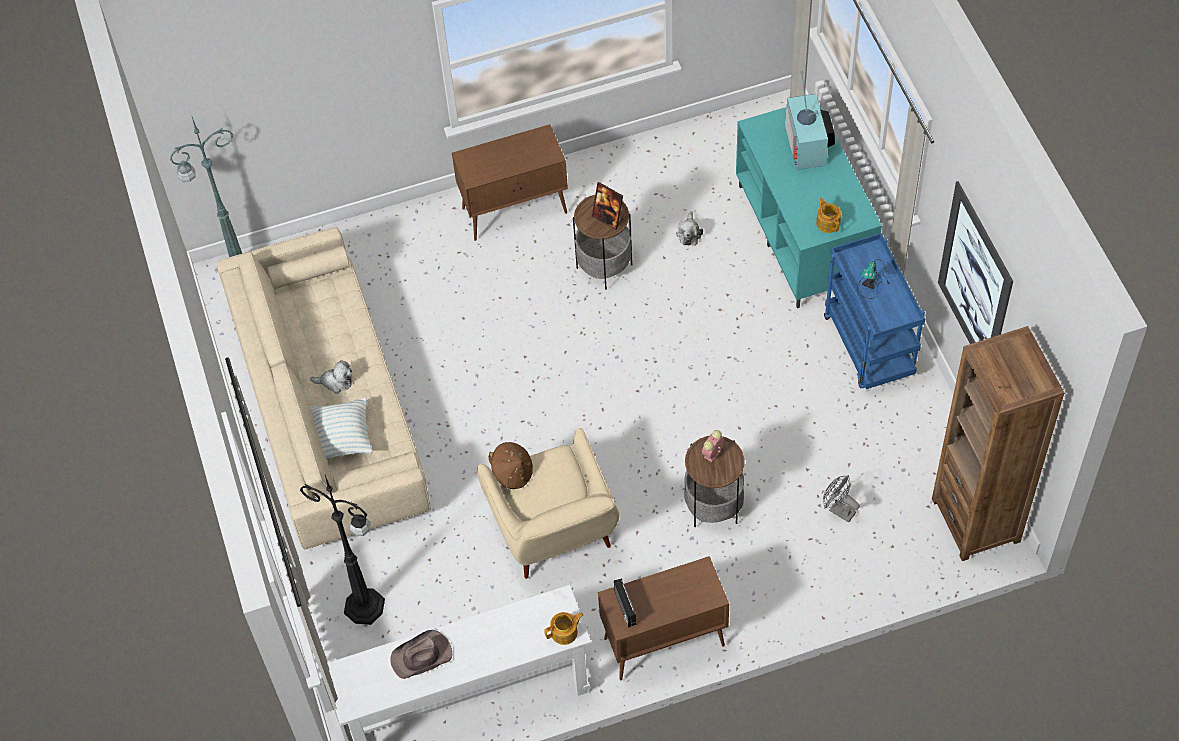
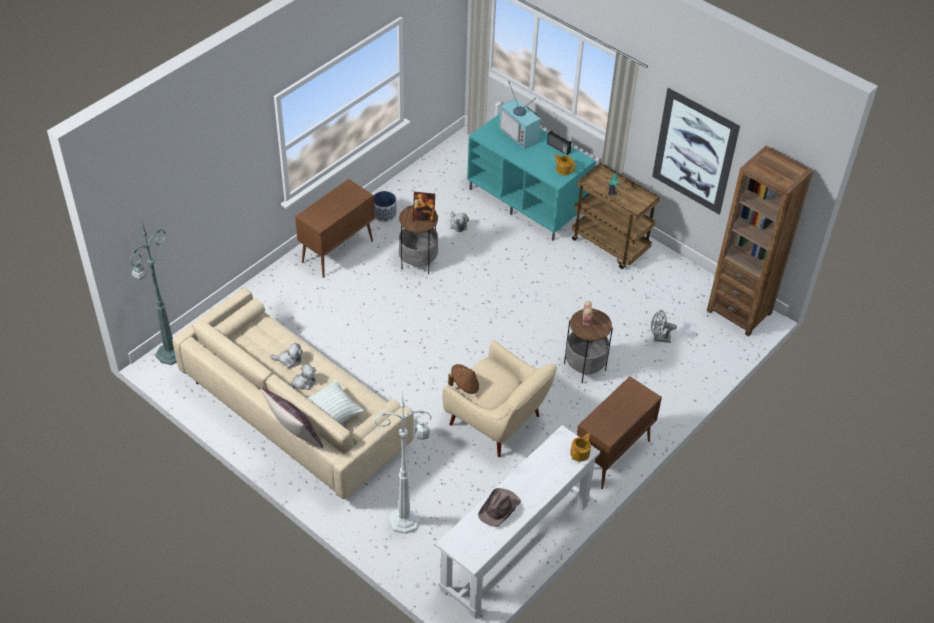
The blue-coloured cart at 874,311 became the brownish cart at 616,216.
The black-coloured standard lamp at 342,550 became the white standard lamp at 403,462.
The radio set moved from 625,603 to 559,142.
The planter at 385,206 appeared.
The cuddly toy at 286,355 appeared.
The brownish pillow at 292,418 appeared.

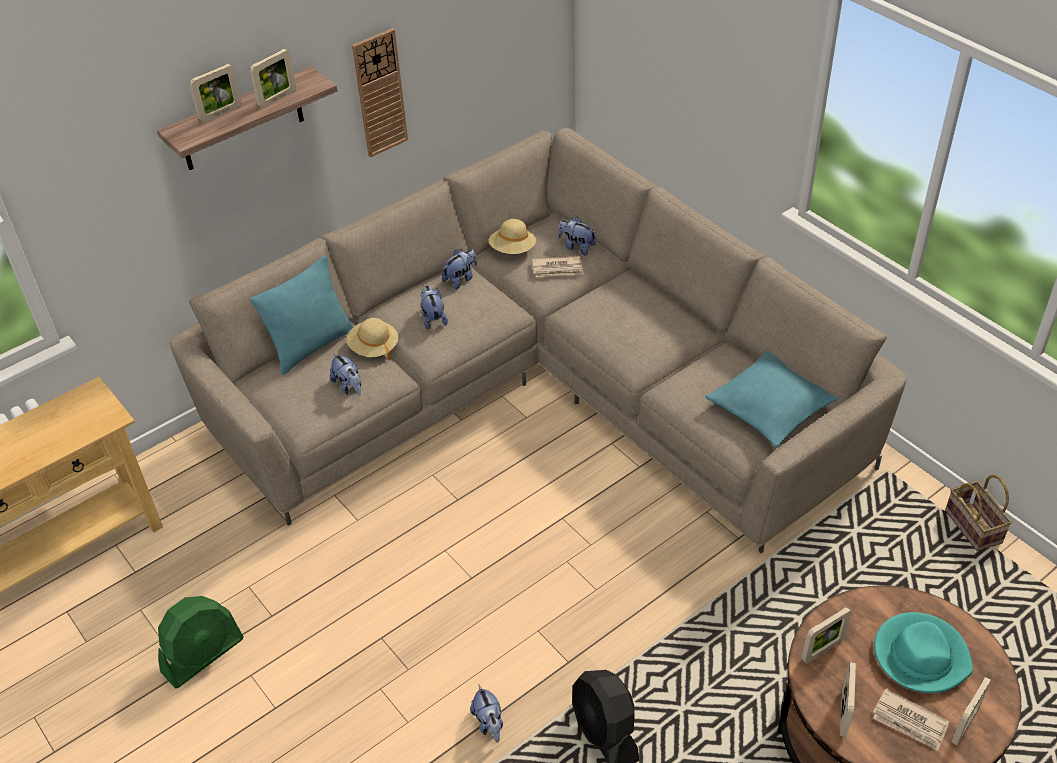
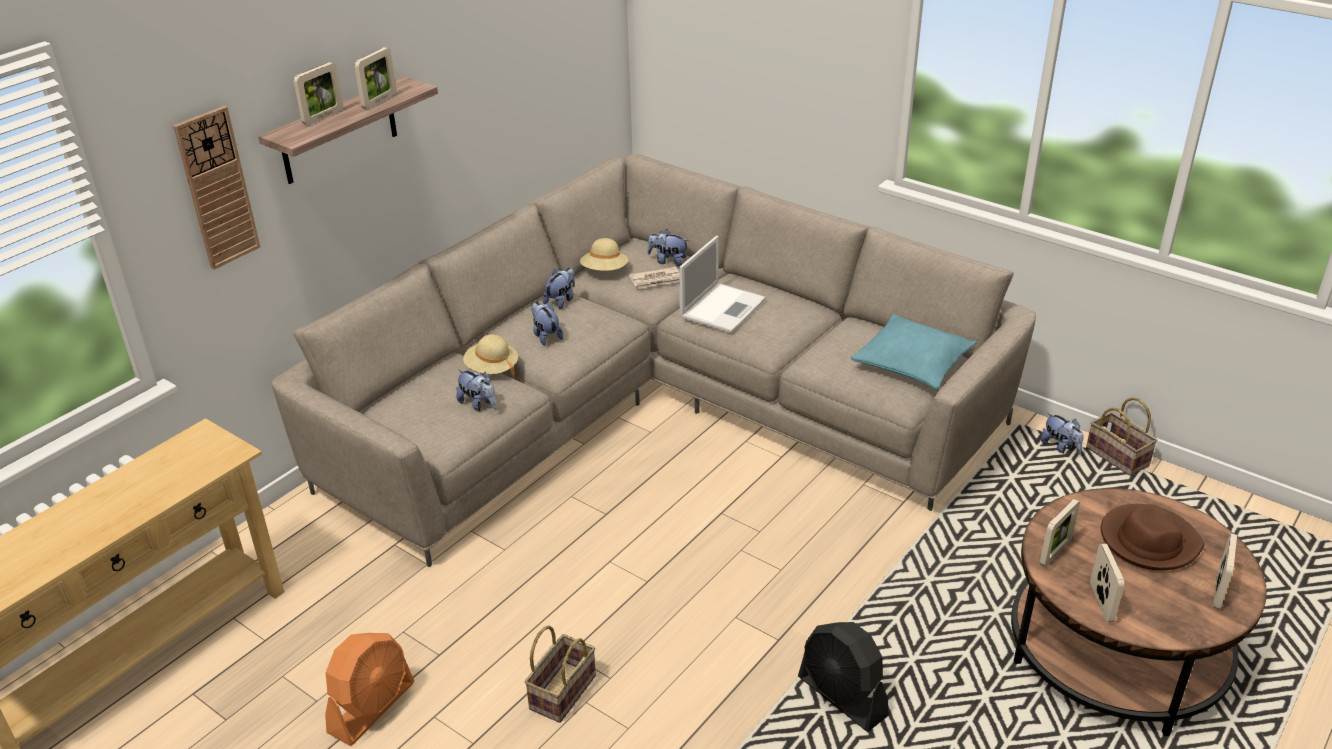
The hanging clock moved from 380,93 to 216,188.
The turquoise pillow at 301,315 disappeared.
The green electric fan at 201,642 became the orange electric fan at 369,689.
The turquoise hat at 923,652 became the brownish hat at 1153,537.
The cuddly toy moved from 486,714 to 1062,433.
The daily paper at 911,719 disappeared.
The notebook computer at 722,284 appeared.
The household basket at 560,674 appeared.

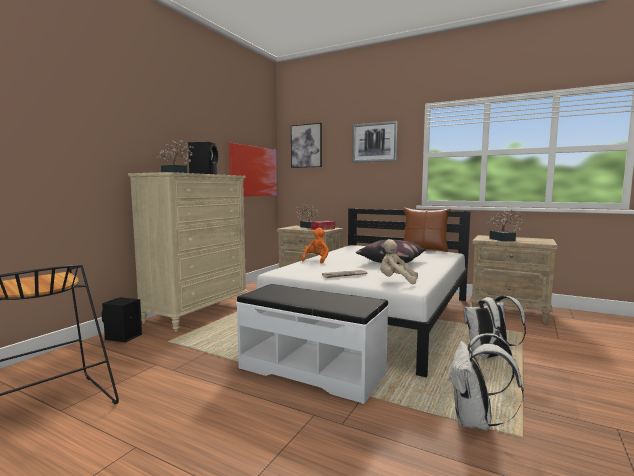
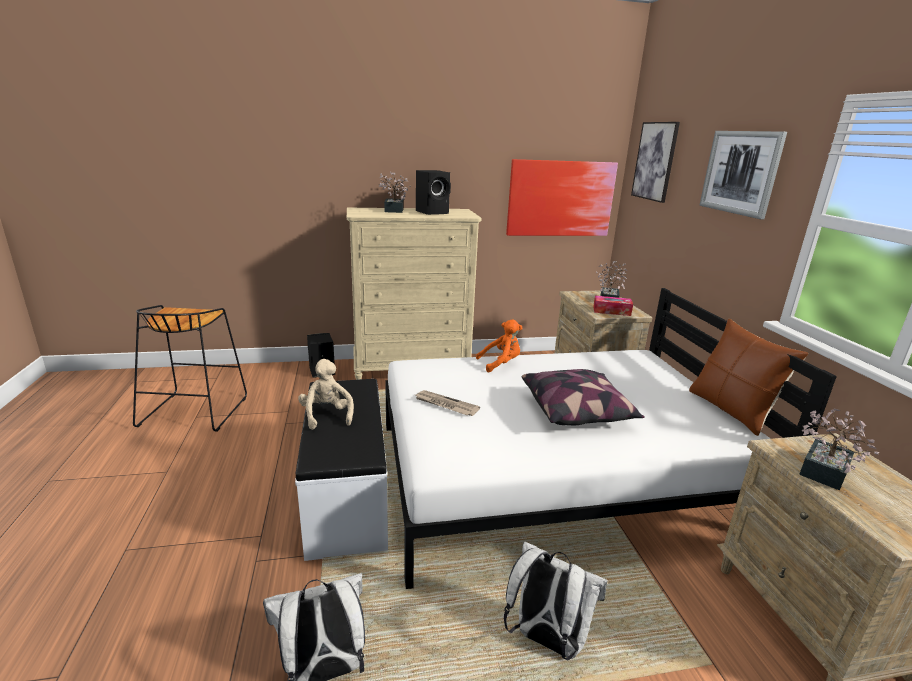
The beige cuddly toy moved from 399,261 to 326,394.

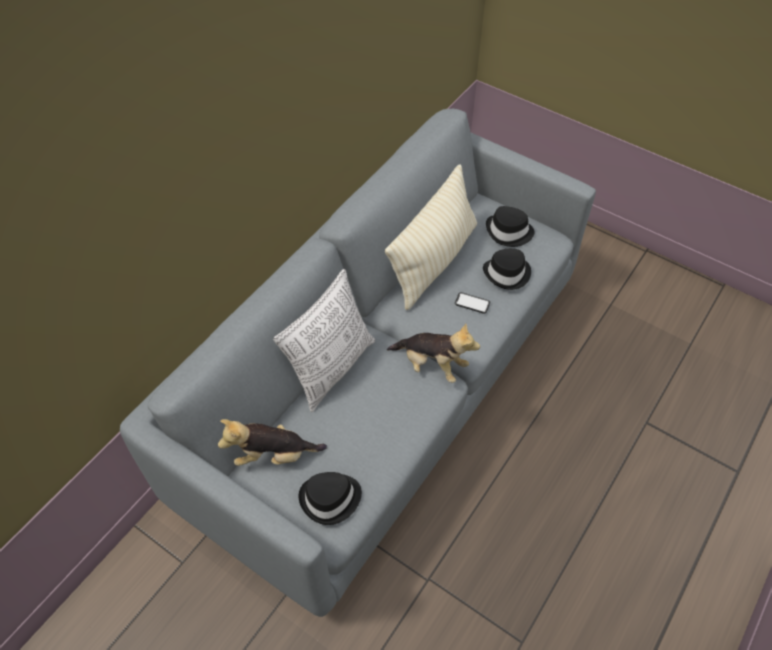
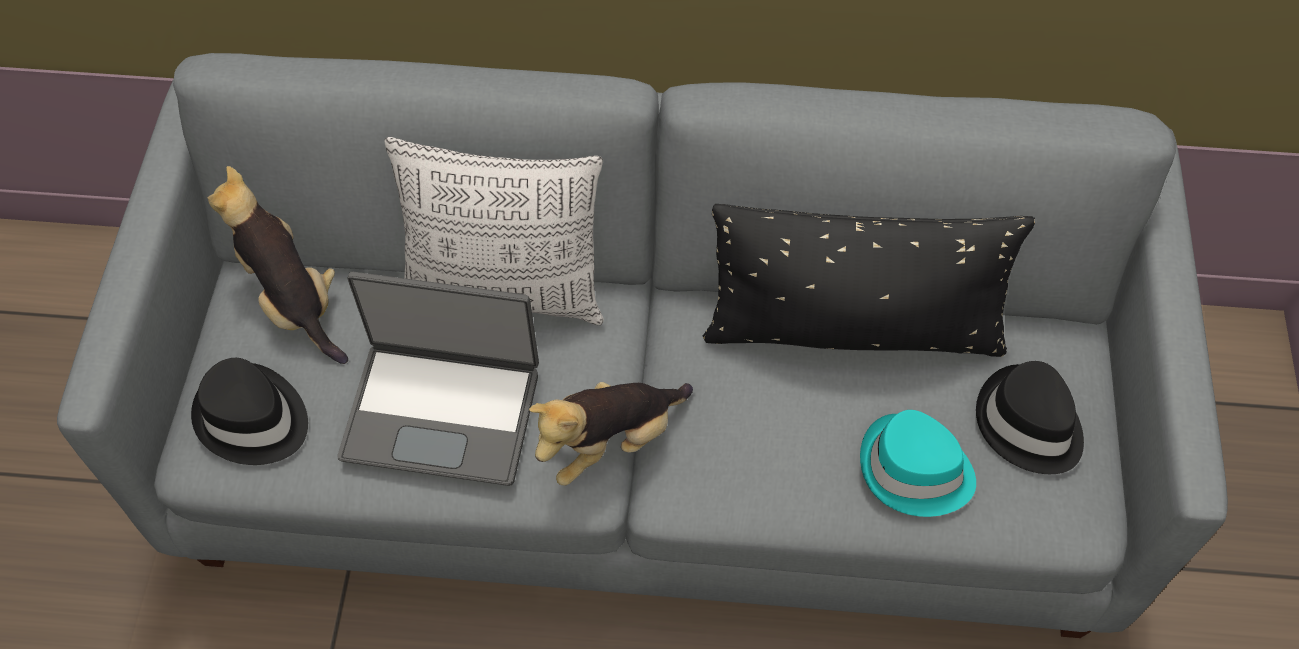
The beige pillow at 431,237 became the black-coloured pillow at 869,280.
The black-coloured hat at 507,269 became the turquoise hat at 918,463.
The handset at 472,303 disappeared.
The cuddly toy at 433,353 turned 60 degrees clockwise.
The notebook computer at 438,379 appeared.

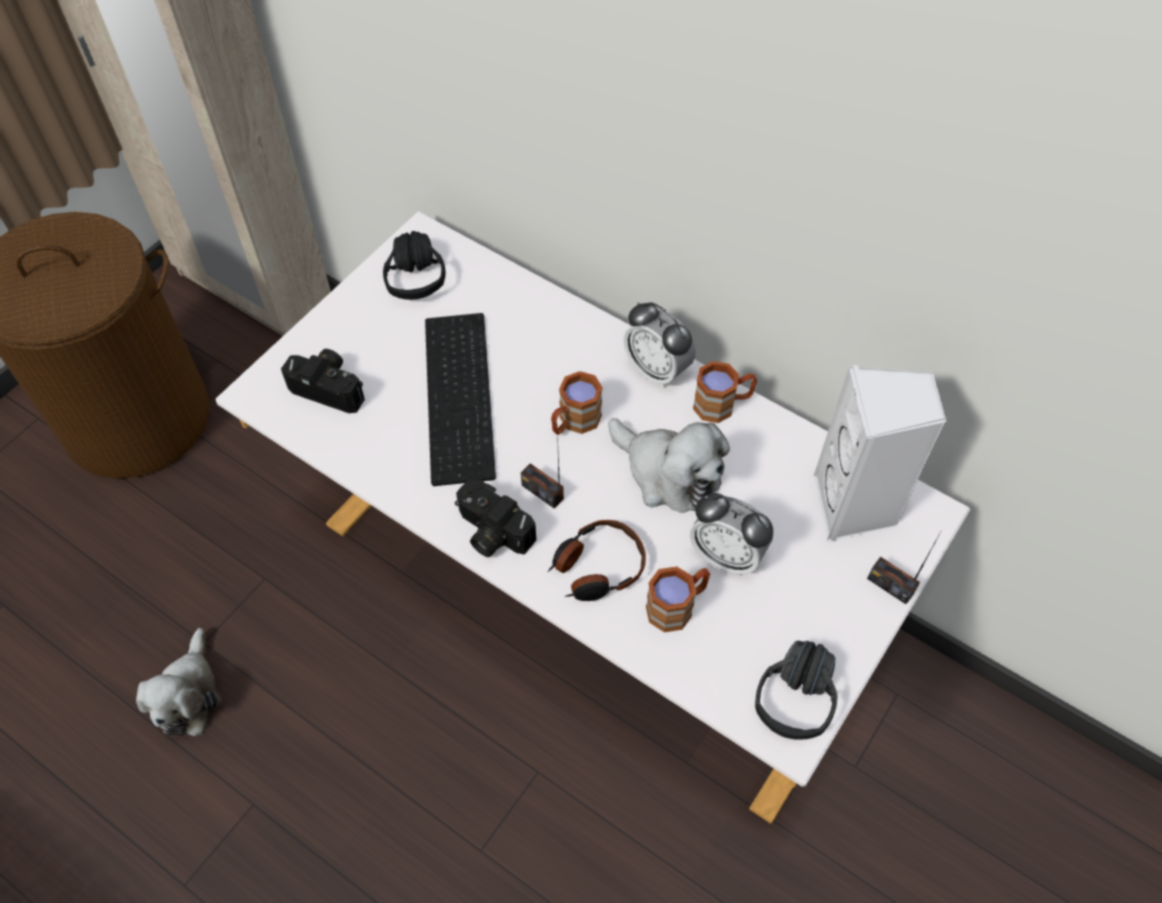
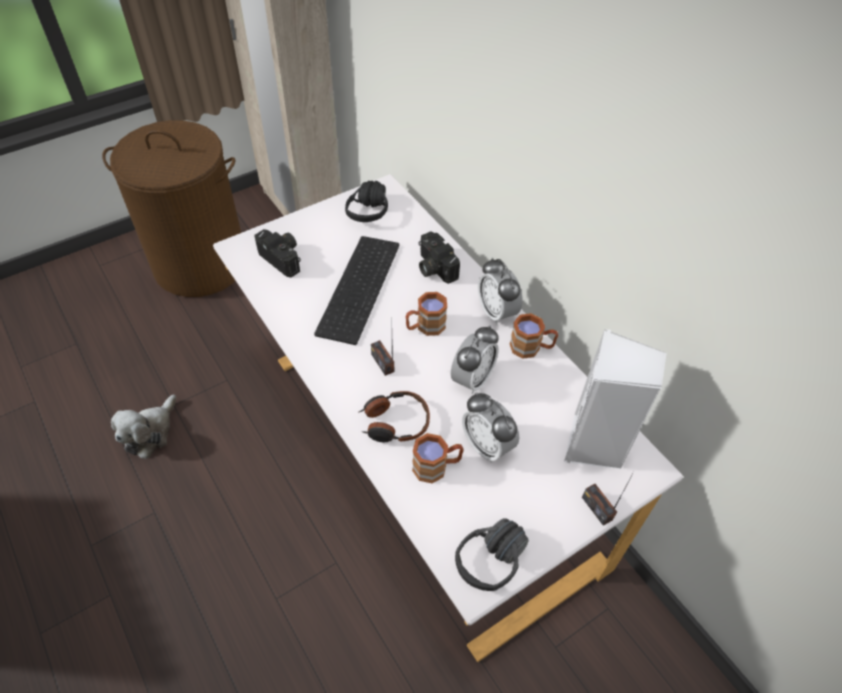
The cuddly toy at 669,465 was replaced by the table clock at 475,360.
The still camera moved from 495,518 to 439,257.

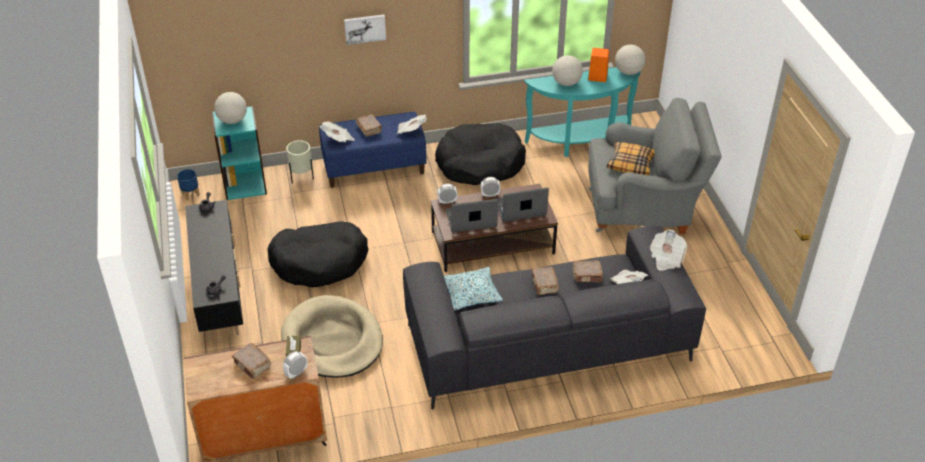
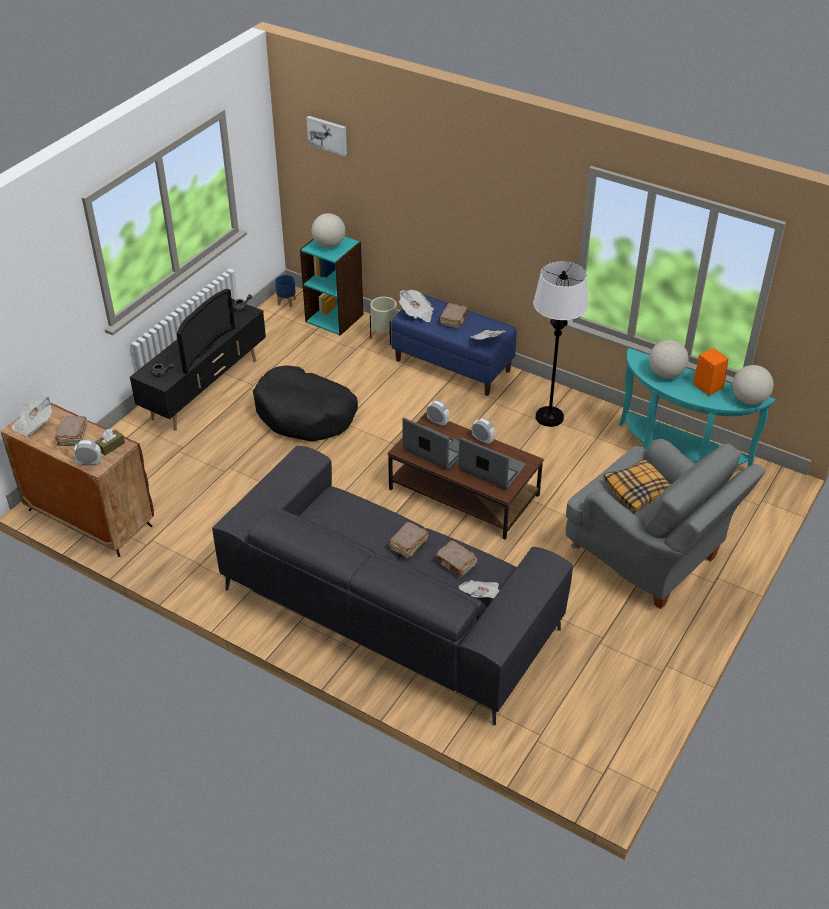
The wall picture moved from 365,29 to 326,136.
The black-coloured dog bed at 480,154 was replaced by the white standard lamp at 560,344.
The daily paper moved from 668,250 to 32,416.
The pillow at 473,289 disappeared.
The beige dog bed at 332,336 disappeared.
The TV at 206,331 appeared.

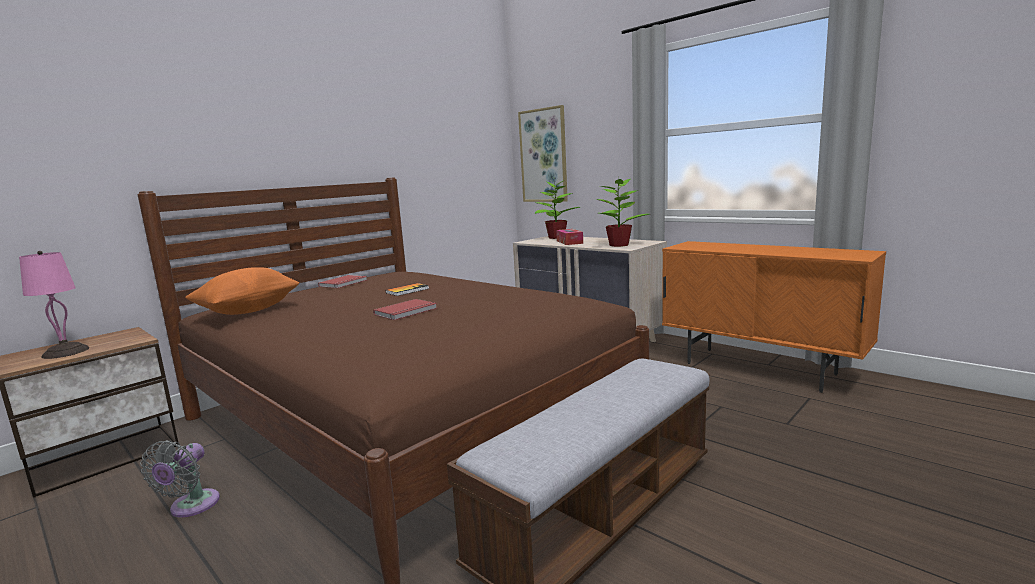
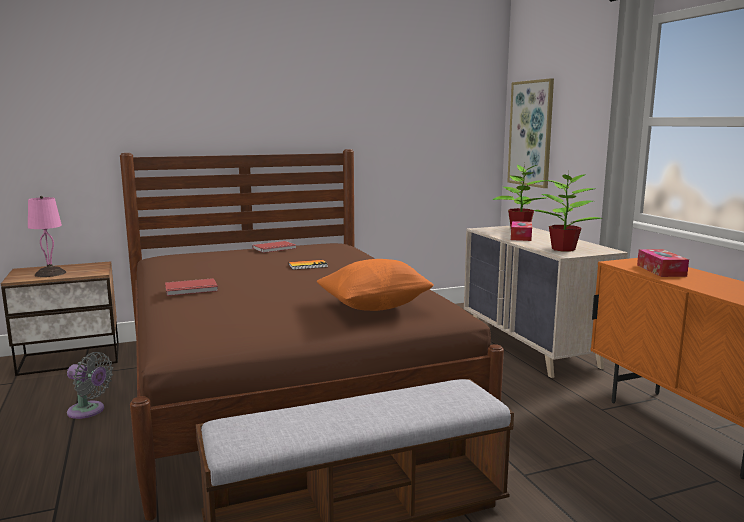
The orange pillow moved from 242,291 to 375,285.
The red-coloured volume moved from 405,309 to 191,287.
The gray electric fan at 180,479 turned 105 degrees counterclockwise.
The box of tissues at 663,263 appeared.

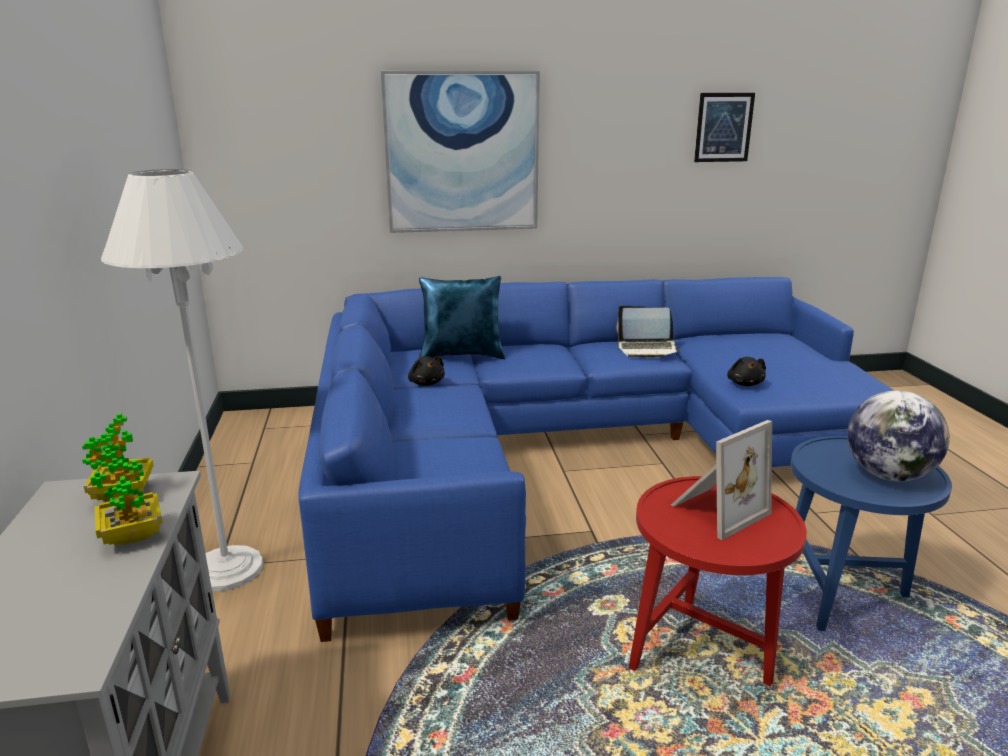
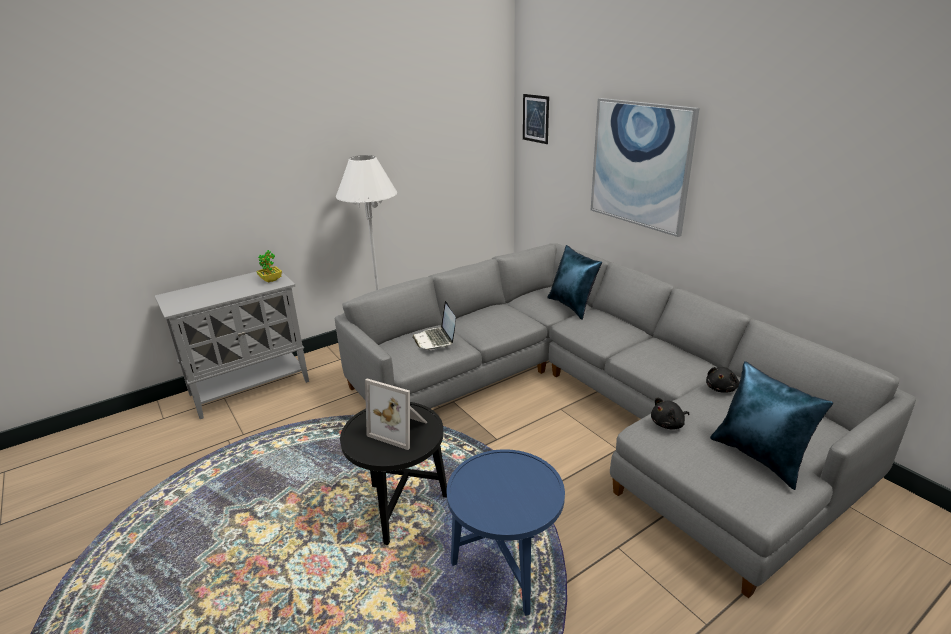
The wall picture moved from 724,127 to 536,119.
The blue-coloured couch at 597,459 became the gray couch at 625,420.
The notebook computer moved from 648,331 to 434,325.
The black-coloured cuddly toy moved from 426,371 to 722,380.
The globe at 898,435 disappeared.
The potted plant at 127,496 disappeared.
The red-coloured end table at 718,581 became the black-coloured end table at 393,473.
The blue-coloured pillow at 771,425 appeared.

